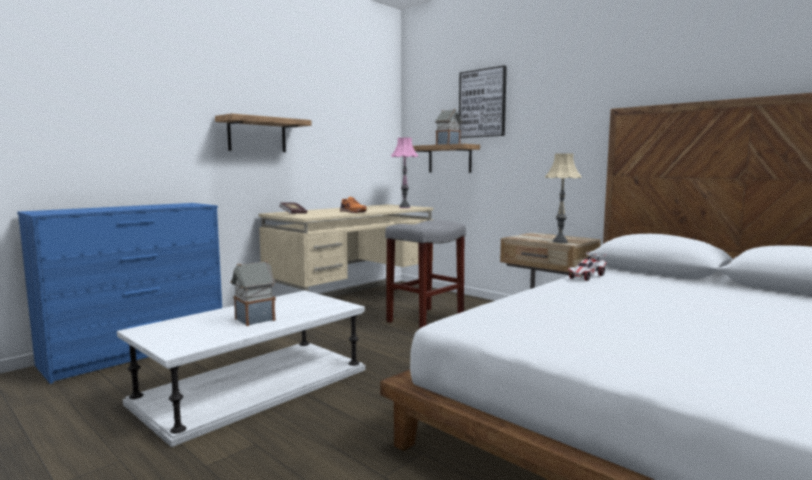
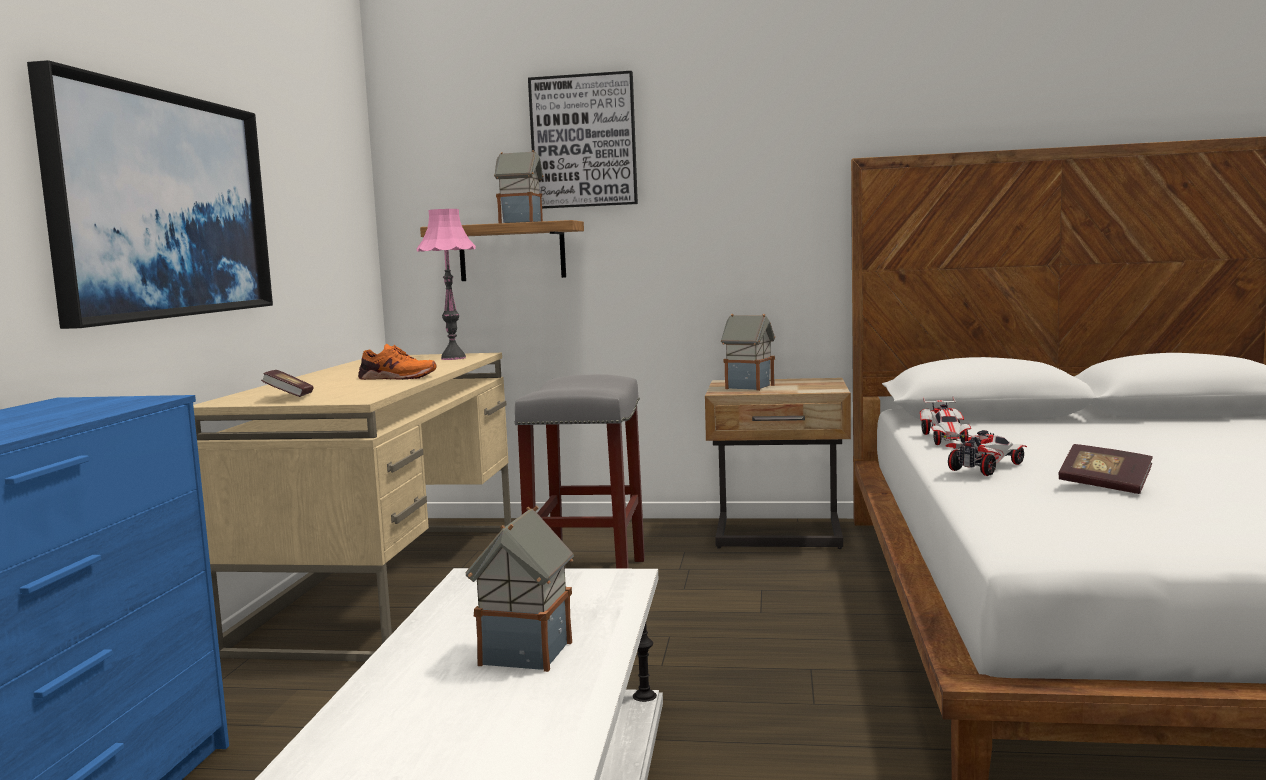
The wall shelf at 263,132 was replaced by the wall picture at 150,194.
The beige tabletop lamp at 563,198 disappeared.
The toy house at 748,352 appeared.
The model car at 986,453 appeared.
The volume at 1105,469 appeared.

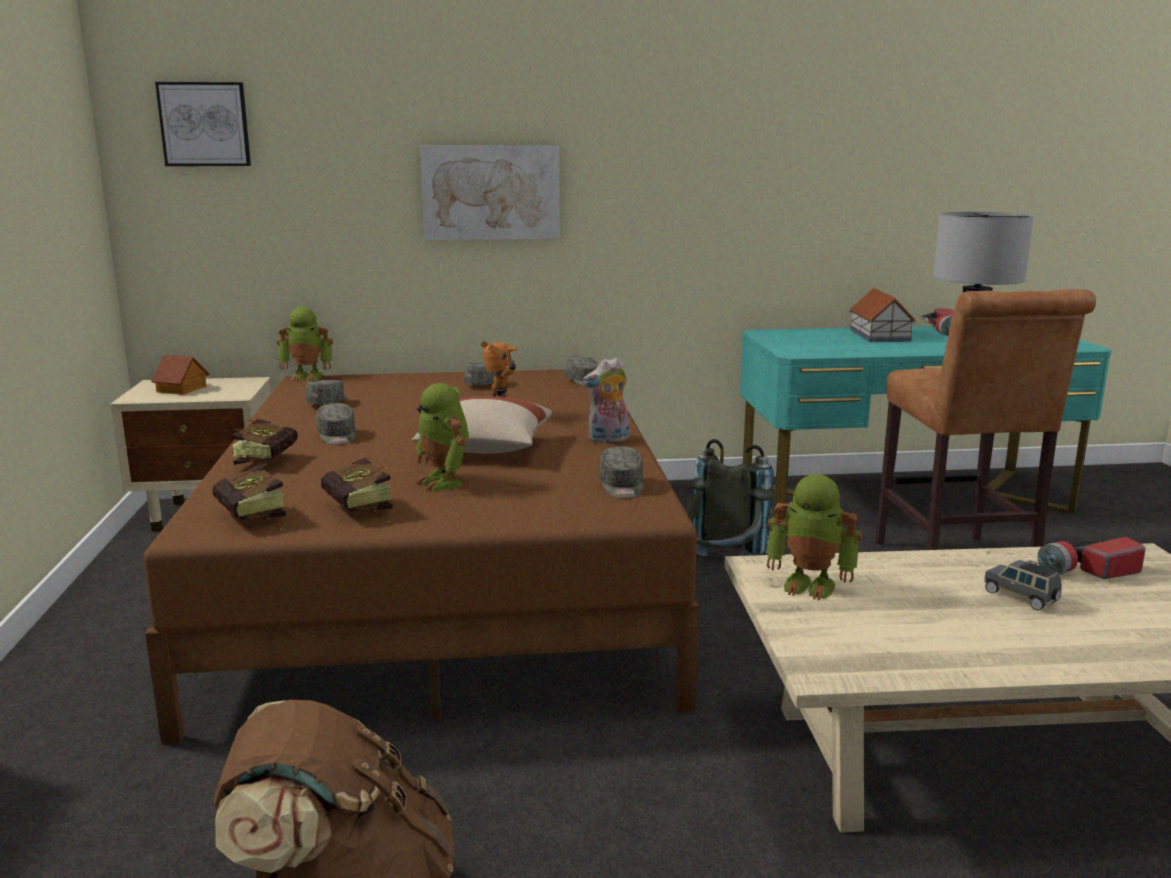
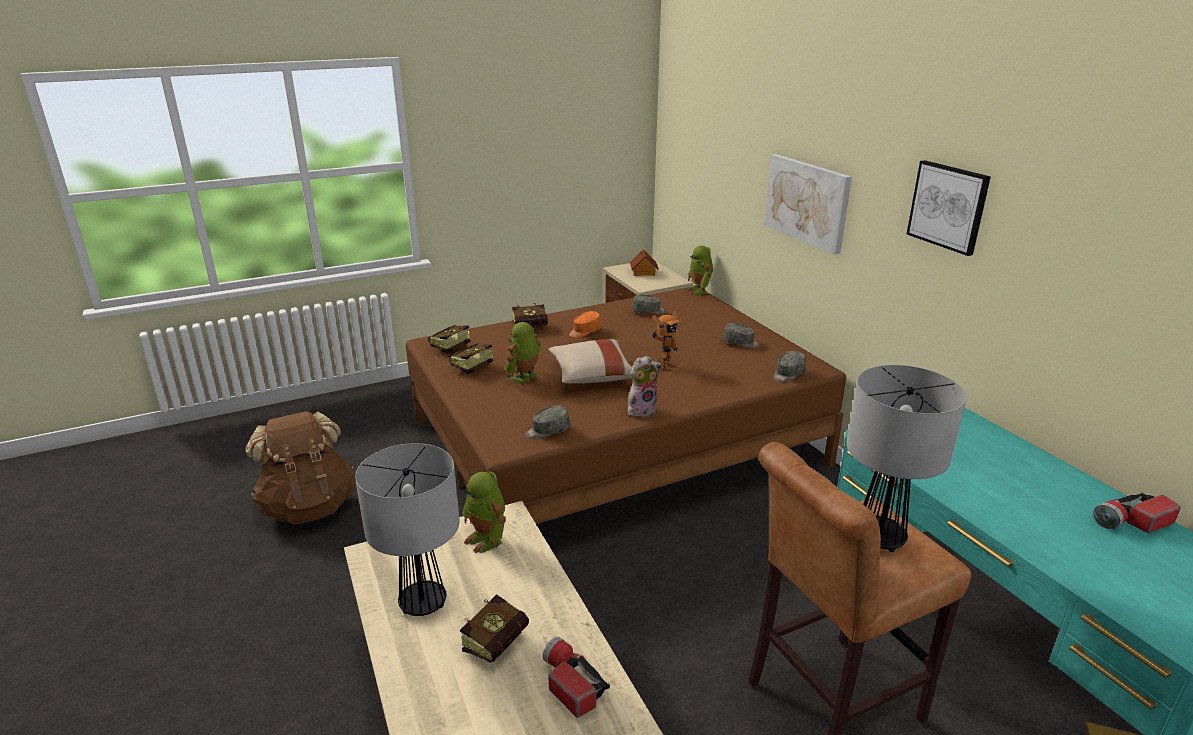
The wall picture moved from 203,124 to 949,208.
The toy house at 882,315 disappeared.
The cuddly toy at 606,400 turned 105 degrees clockwise.
The gray peaked cap at 336,424 became the orange peaked cap at 585,324.
The gray backpack at 729,497 disappeared.
The toy robot at 814,537 turned 45 degrees counterclockwise.
The gray model car at 1023,585 was replaced by the volume at 494,628.
The tabletop lamp at 407,529 appeared.

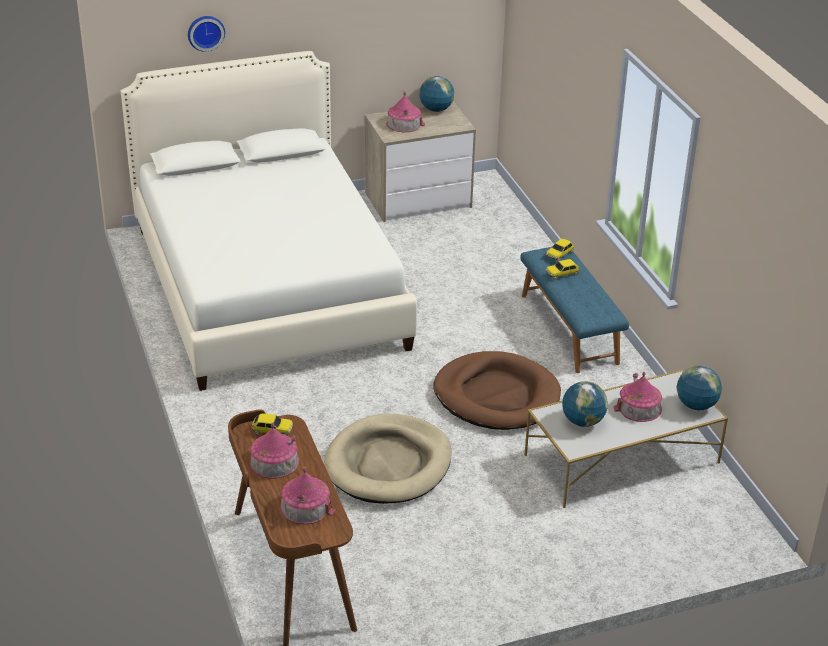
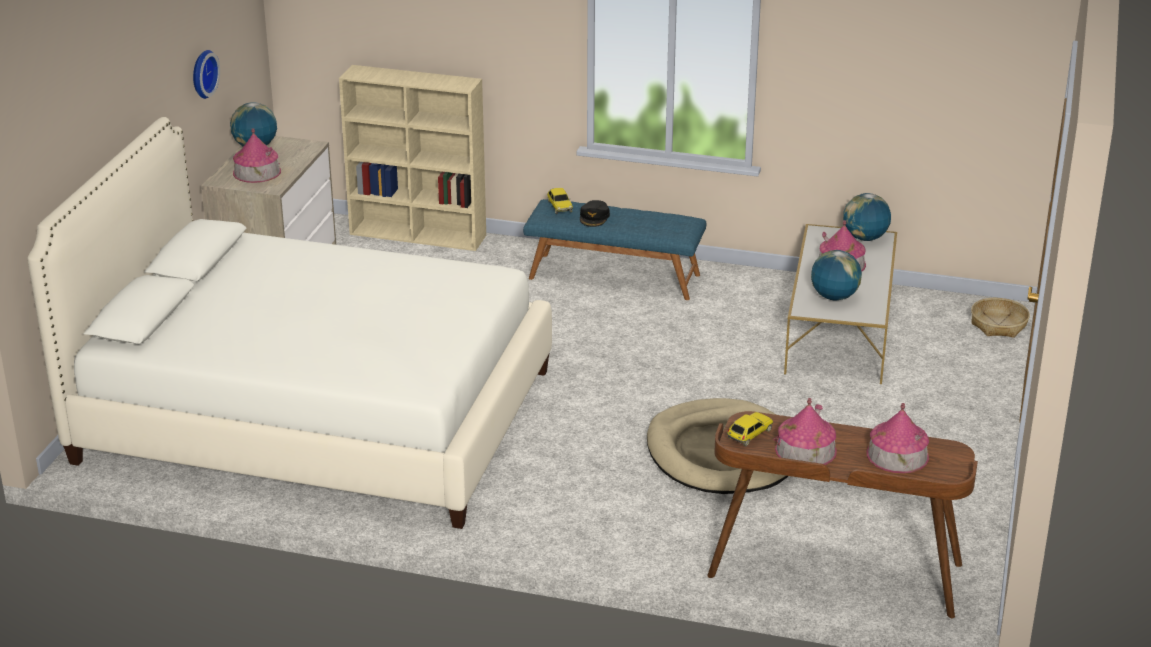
The hanging clock moved from 206,34 to 206,74.
The model car at 563,269 was replaced by the black-coloured peaked cap at 595,213.
The brownish dog bed at 497,390 disappeared.
The beige bookcase at 412,158 appeared.
The household basket at 1000,318 appeared.

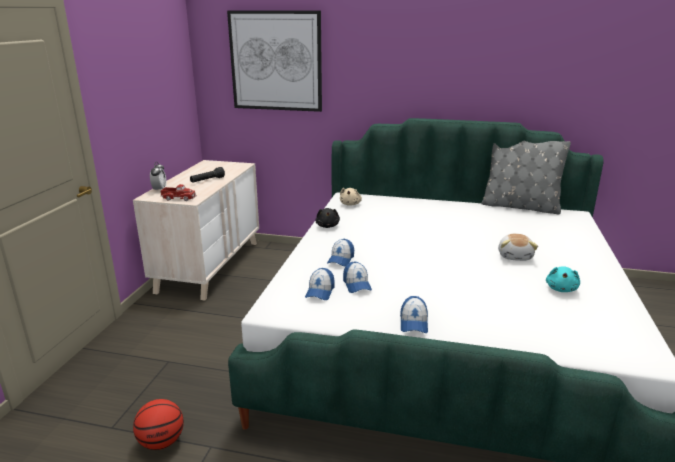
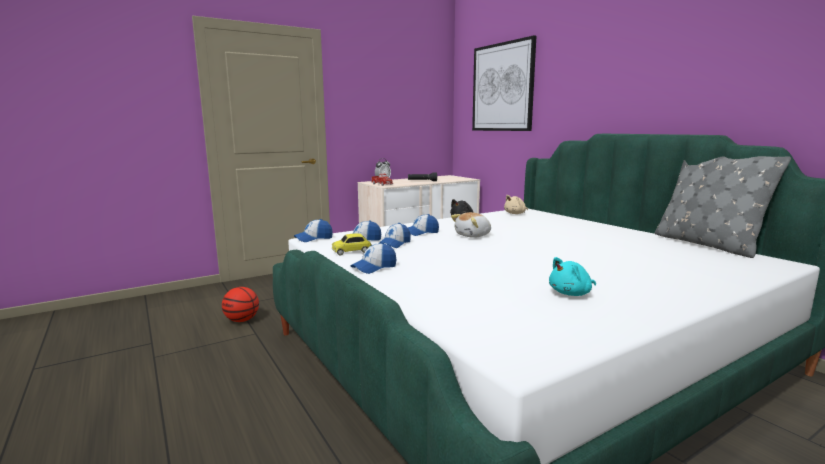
The cuddly toy moved from 518,247 to 471,225.
The peaked cap at 313,230 appeared.
The model car at 352,244 appeared.

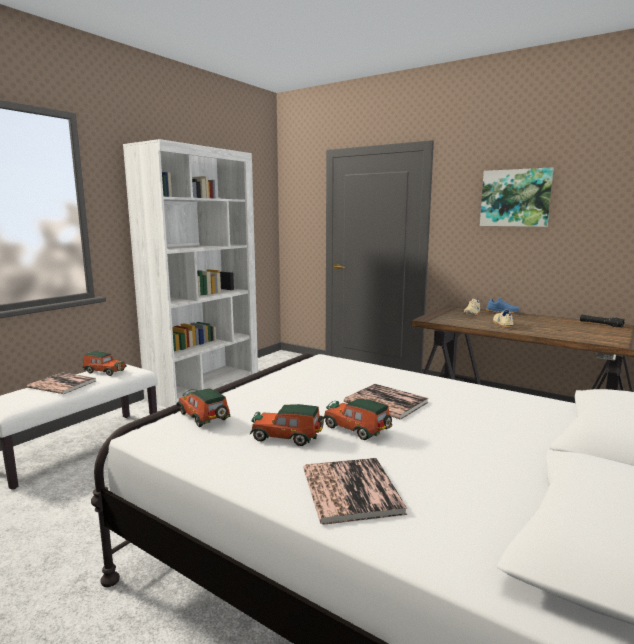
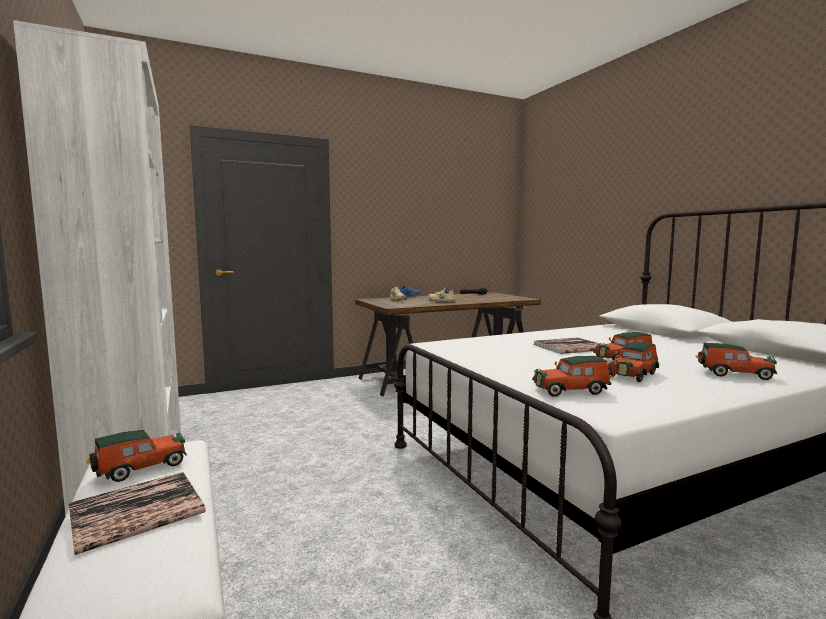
The wall picture at 517,197 disappeared.
The volume at 355,491 was replaced by the model car at 736,361.

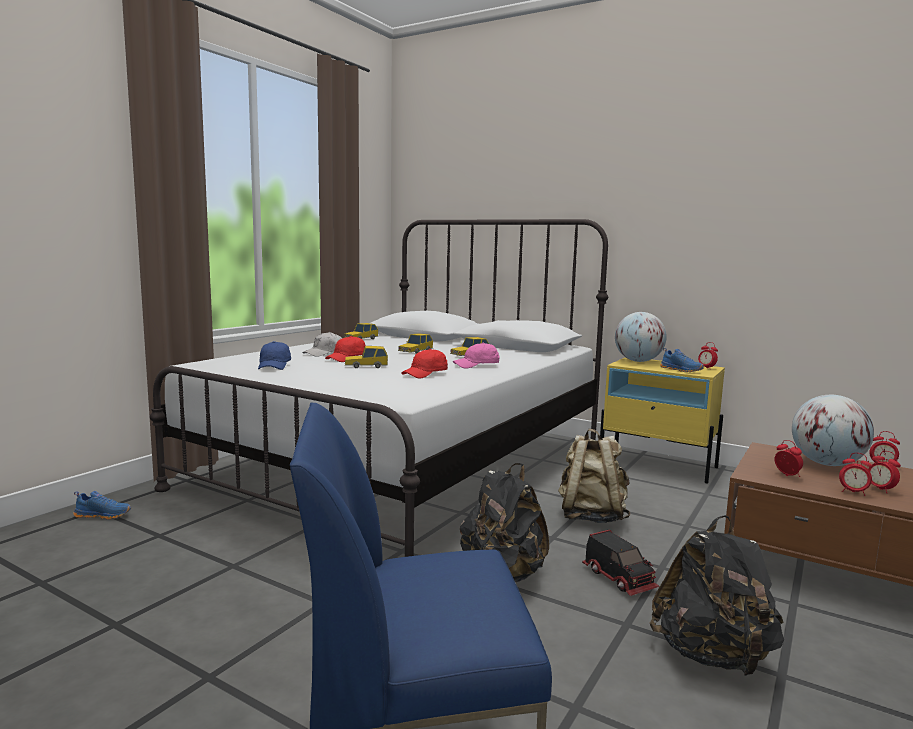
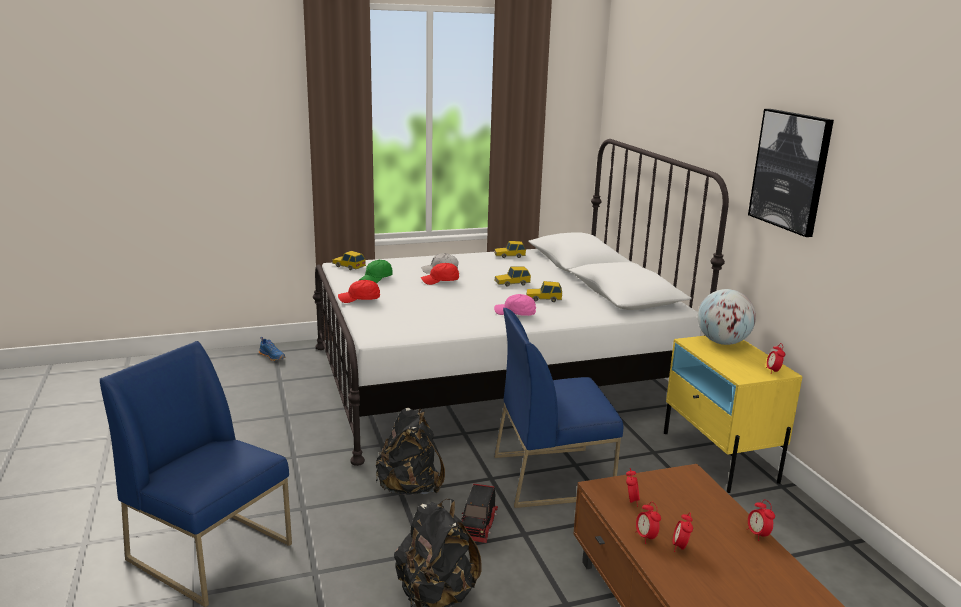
The blue-coloured peaked cap at 274,355 became the green peaked cap at 376,271.
The model car moved from 366,357 to 349,260.
The blue-coloured item of footwear at 682,360 disappeared.
The red-coloured peaked cap moved from 424,364 to 359,291.
The globe at 833,430 disappeared.
The beige backpack at 594,475 was replaced by the blue-coloured plain chair at 558,408.
The wall picture at 791,173 appeared.

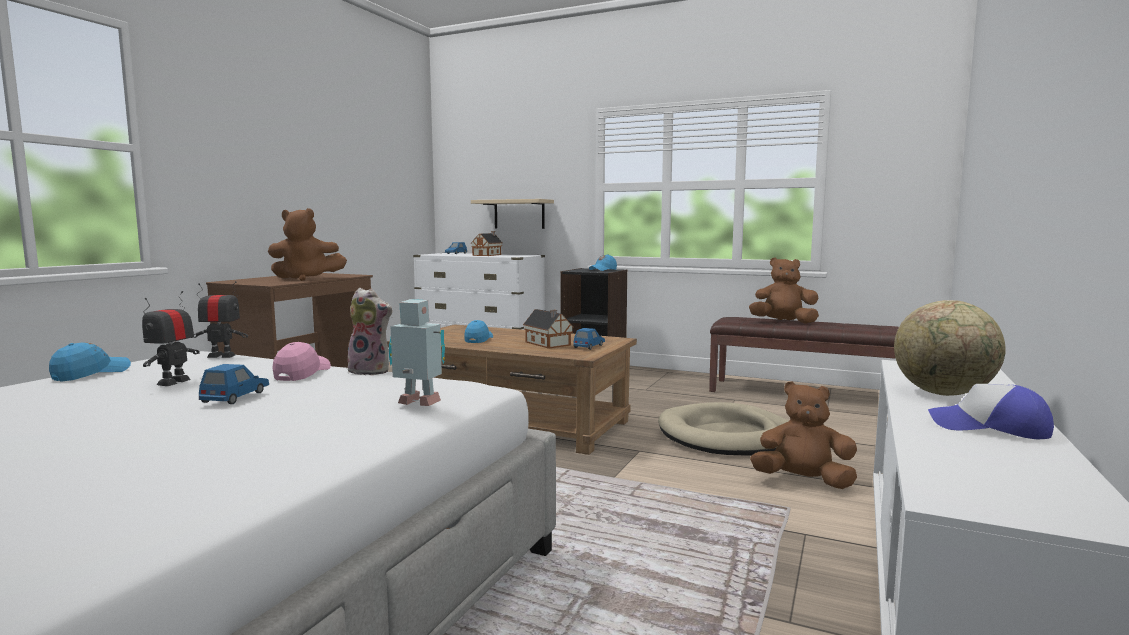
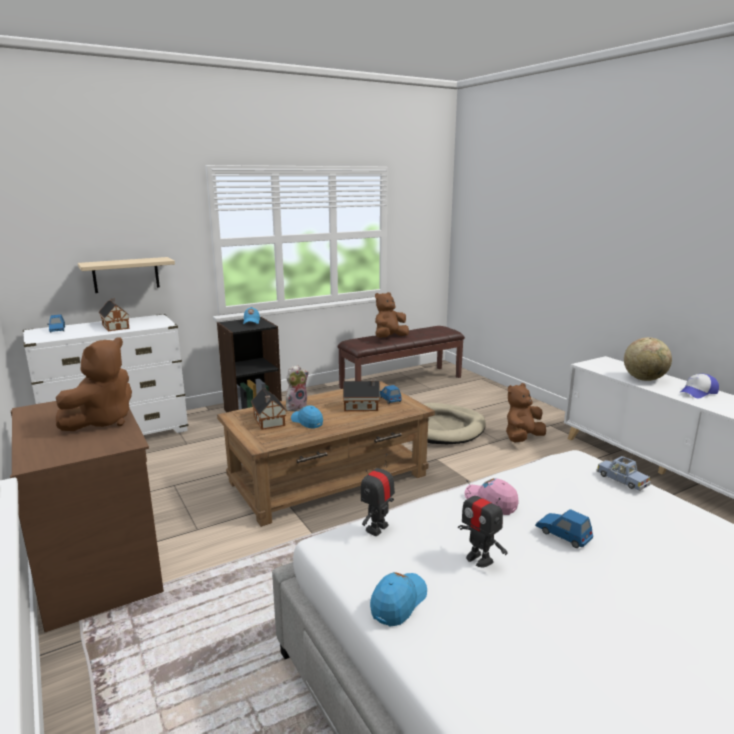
The cuddly toy moved from 370,331 to 297,388.
The toy robot at 417,352 was replaced by the blue-coloured model car at 623,473.
The blue-coloured peaked cap at 90,362 turned 60 degrees clockwise.
The toy house at 268,409 appeared.

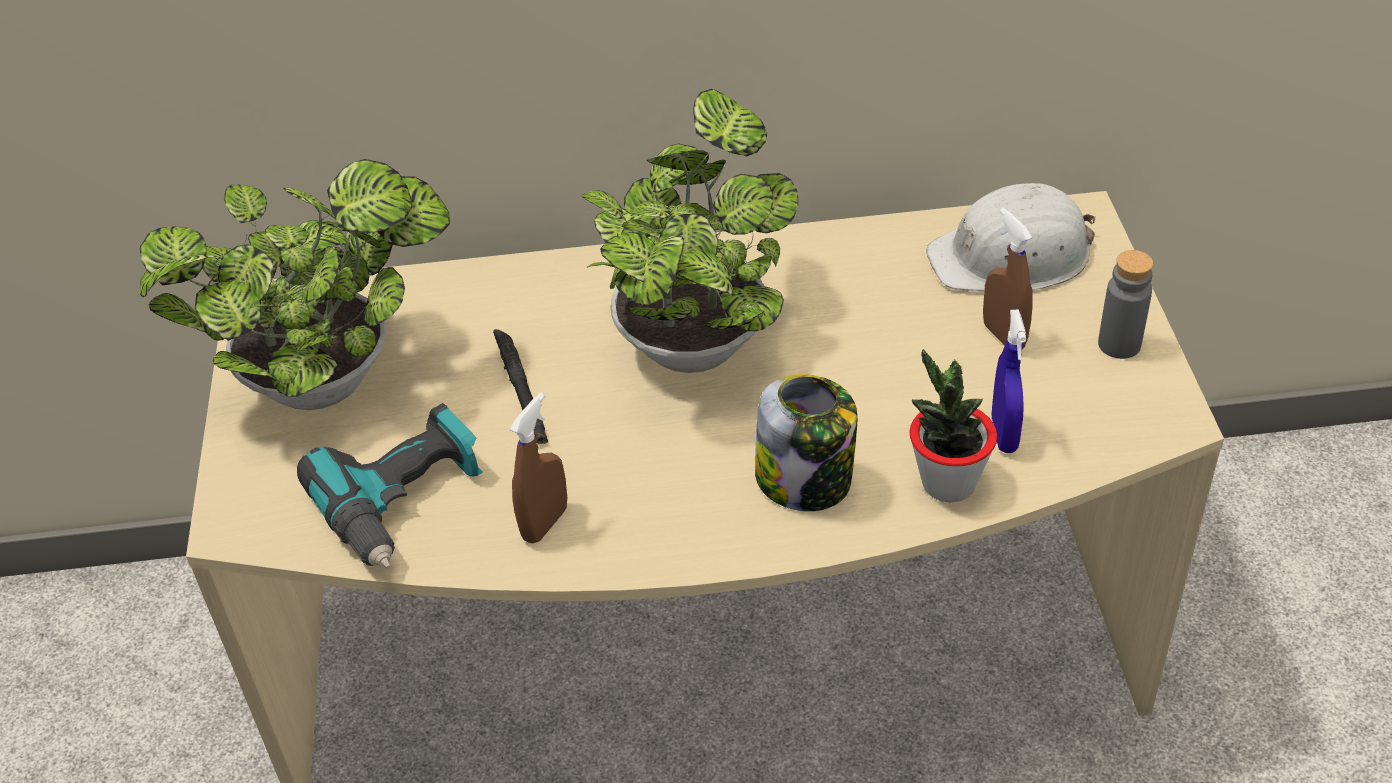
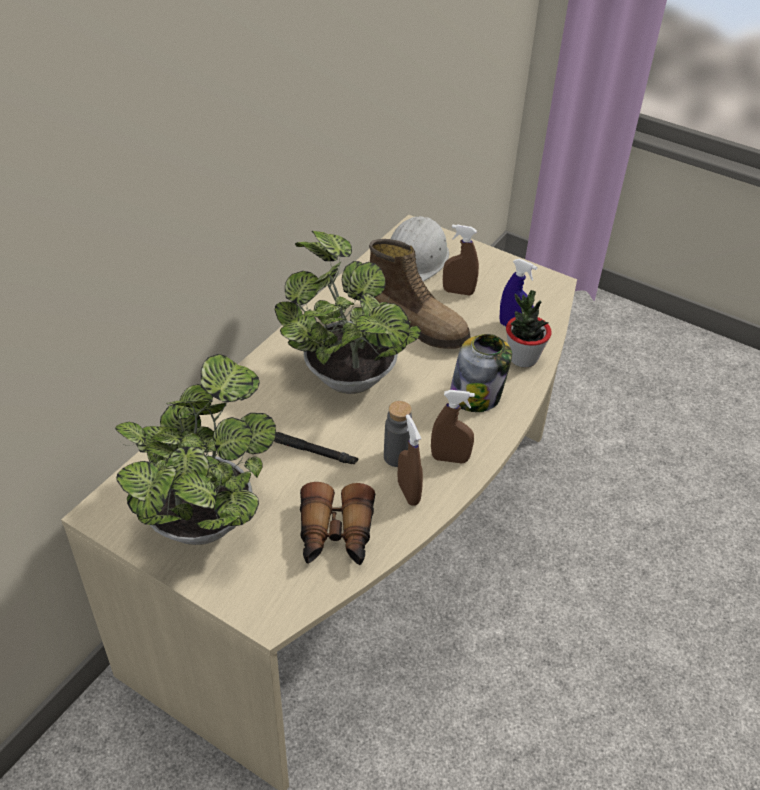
The gray bottle moved from 1125,304 to 398,434.
The power drill at 390,486 was replaced by the pair of binoculars at 337,523.
The high-top boot at 420,294 appeared.
The brownish spray bottle at 453,426 appeared.

